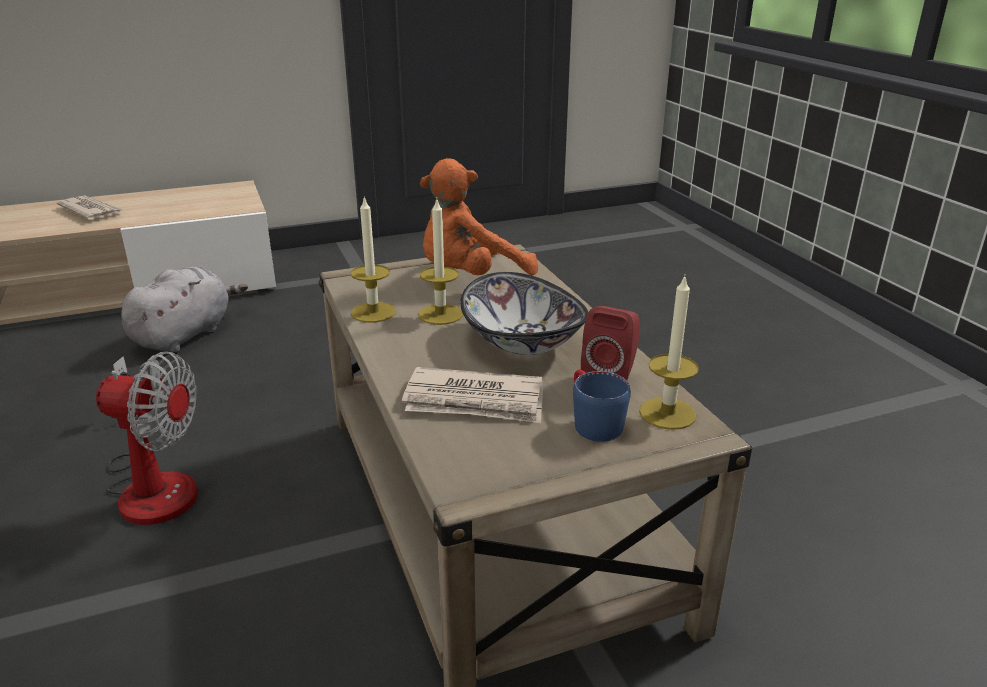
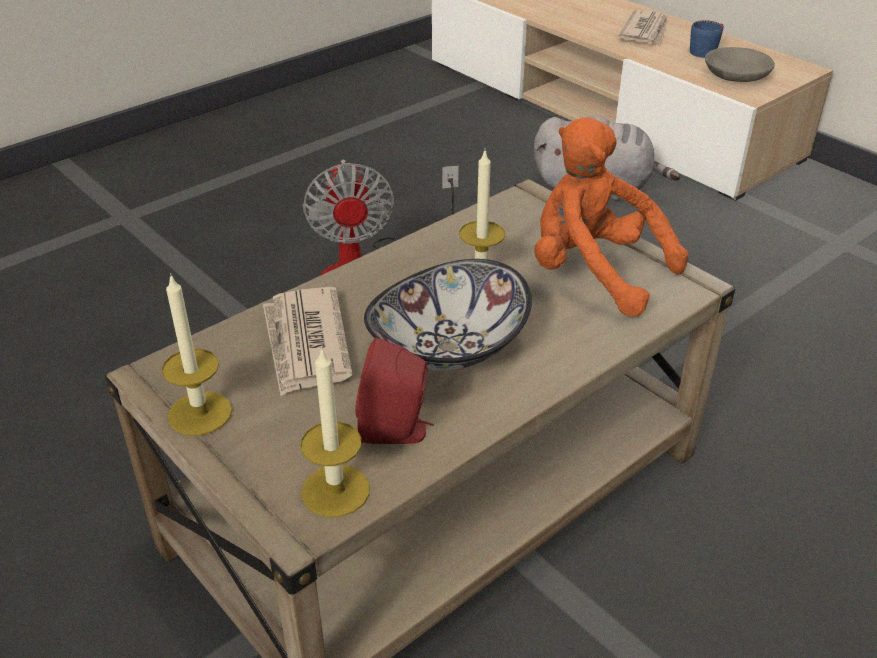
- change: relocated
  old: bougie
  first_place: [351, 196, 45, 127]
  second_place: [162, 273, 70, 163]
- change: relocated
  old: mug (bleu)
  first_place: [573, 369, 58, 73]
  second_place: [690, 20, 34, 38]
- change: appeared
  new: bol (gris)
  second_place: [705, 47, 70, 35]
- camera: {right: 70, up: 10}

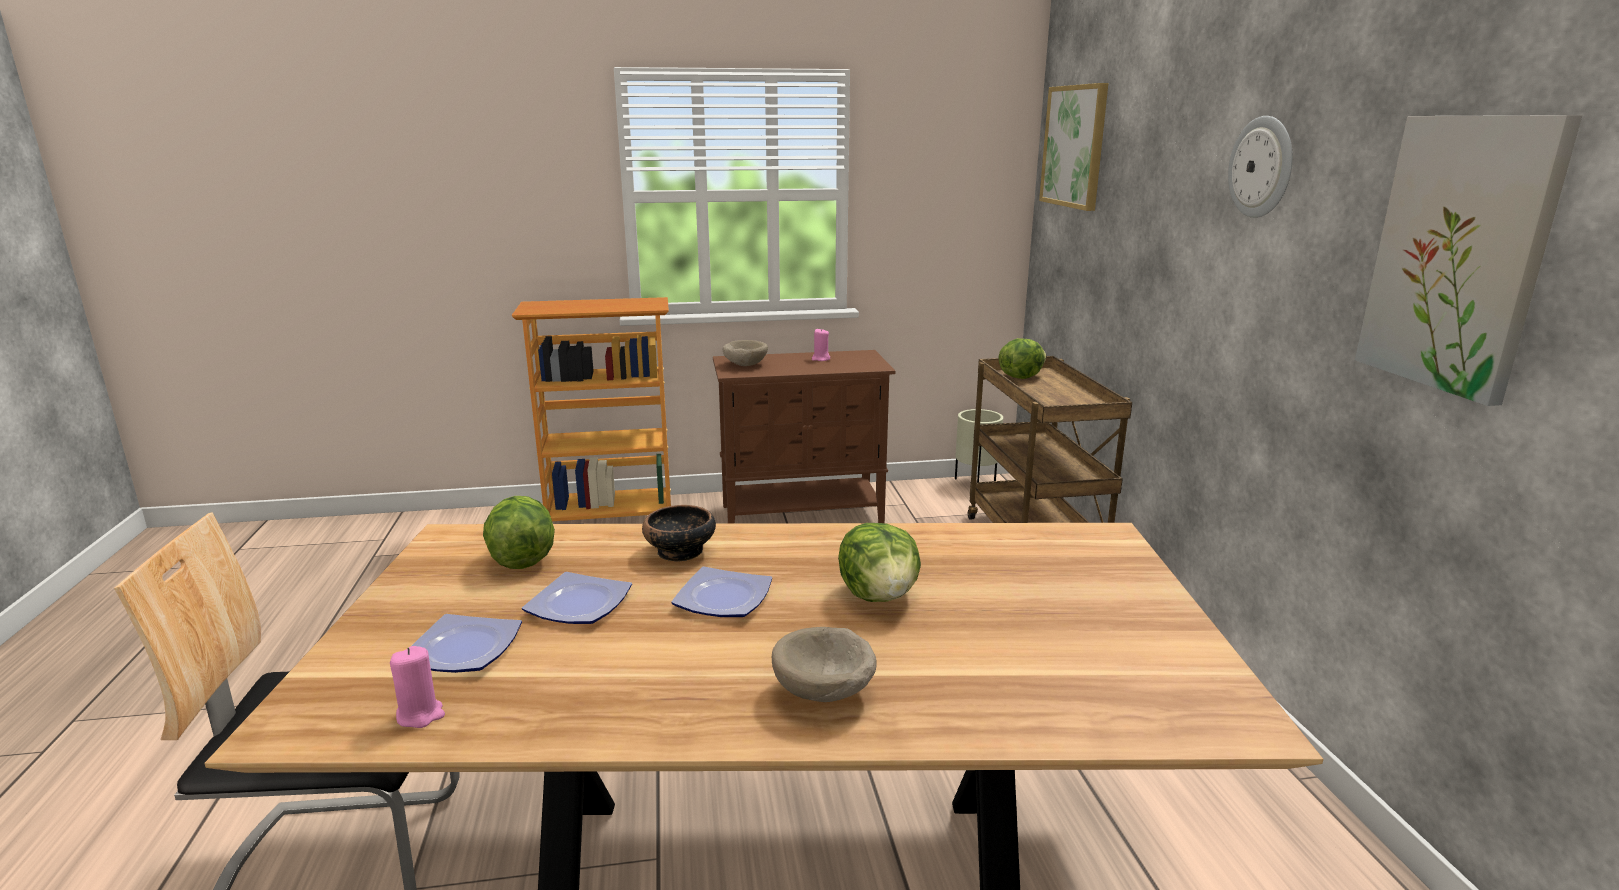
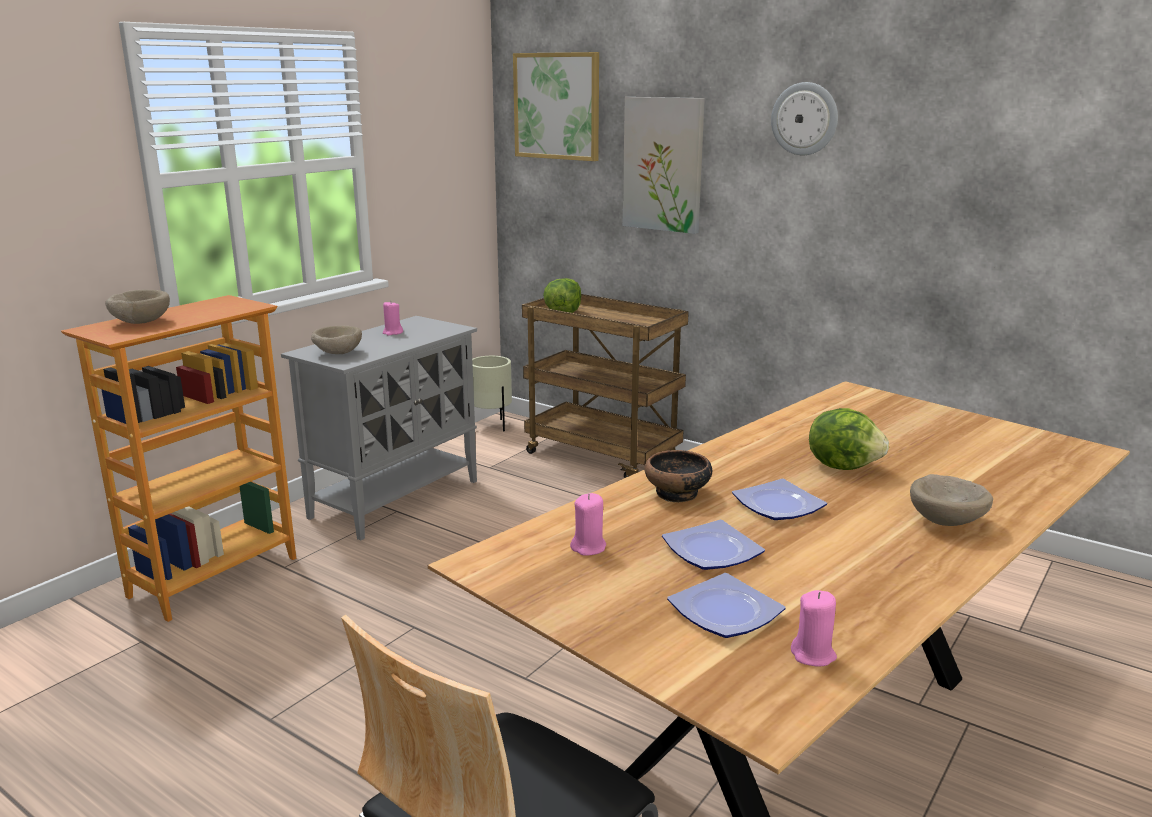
- change: exchanged
  old: laitue
  new: bougie (rose)
  first_place: [483, 496, 72, 73]
  second_place: [570, 493, 36, 63]
- change: colour
  old: meuble de rangement (marron)
  new: meuble de rangement (gris)
  first_place: [713, 350, 182, 174]
  second_place: [281, 316, 196, 224]
- change: relocated
  old: tableau
  first_place: [1355, 115, 227, 291]
  second_place: [623, 97, 82, 137]
- change: appeared
  new: bol (beige)
  second_place: [105, 290, 65, 34]
- camera: {right: -45, up: 0}

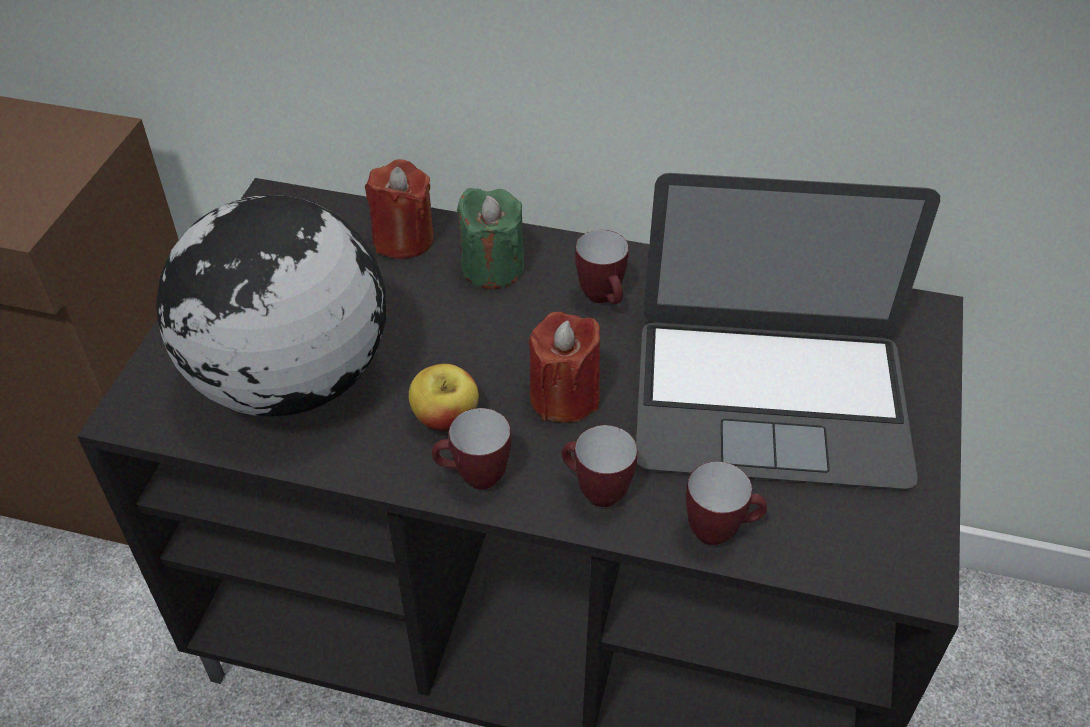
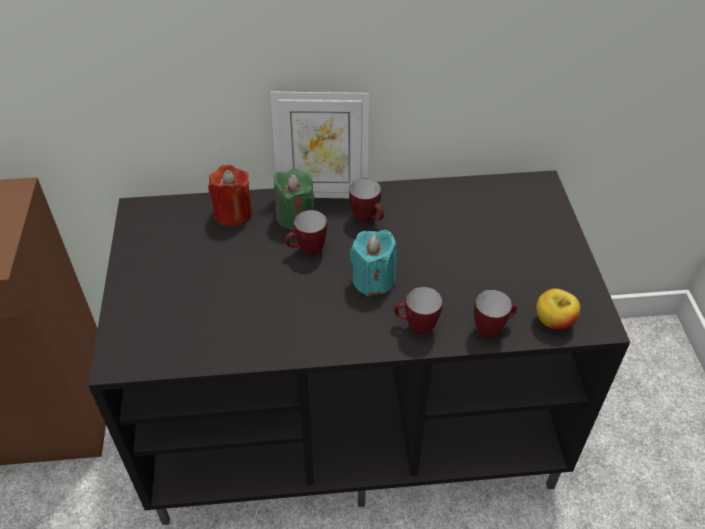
- change: missing
  old: globe
  first_place: [156, 195, 230, 221]
- change: relocated
  old: pomme
  first_place: [409, 364, 70, 68]
  second_place: [536, 289, 44, 41]
- change: relocated
  old: mug
  first_place: [432, 408, 79, 82]
  second_place: [285, 210, 42, 46]
- change: colour
  old: bougie (rouge)
  new: bougie (turquoise)
  first_place: [529, 312, 71, 110]
  second_place: [350, 230, 47, 67]
- change: missing
  old: ordinateur portable
  first_place: [636, 173, 304, 317]
- change: appeared
  new: cadre photo
  second_place: [270, 91, 99, 107]
- camera: {right: -20, up: 0}

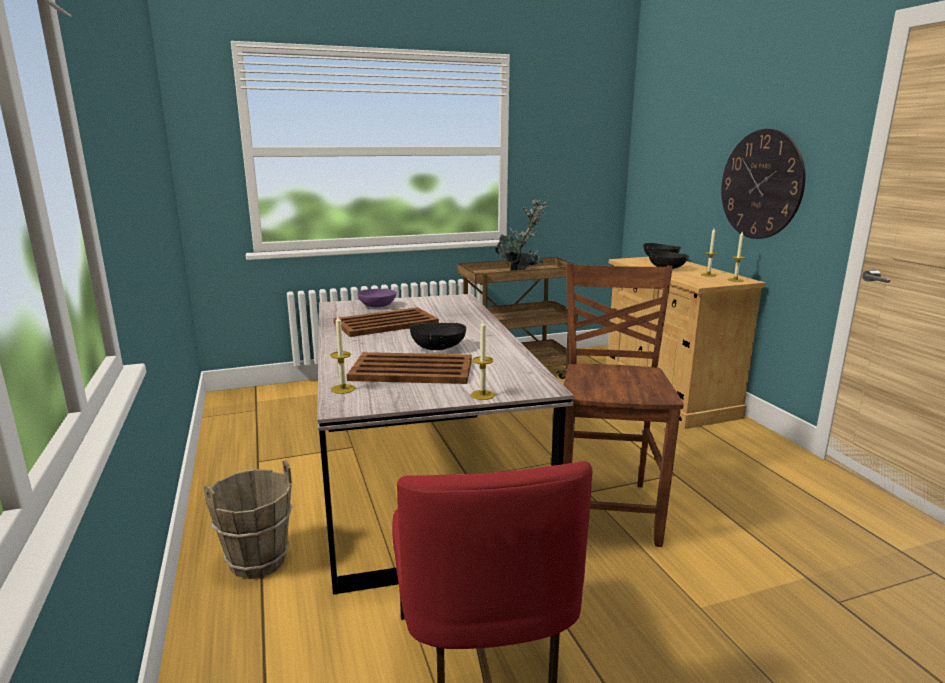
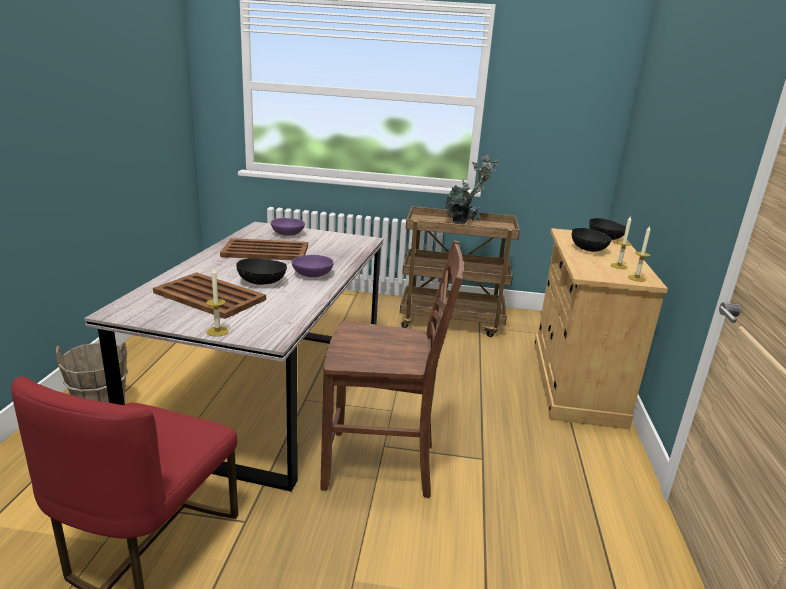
- change: missing
  old: bougie
  first_place: [330, 316, 25, 78]
- change: spun
  old: chaise (marron)
  first_place: [563, 263, 121, 284]
  second_place: [320, 241, 143, 257]
  degrees: 60
- change: missing
  old: horloge murale
  first_place: [721, 129, 84, 110]
- change: appeared
  new: bol (violet)
  second_place: [292, 255, 42, 22]
- camera: {right: 25, up: 5}

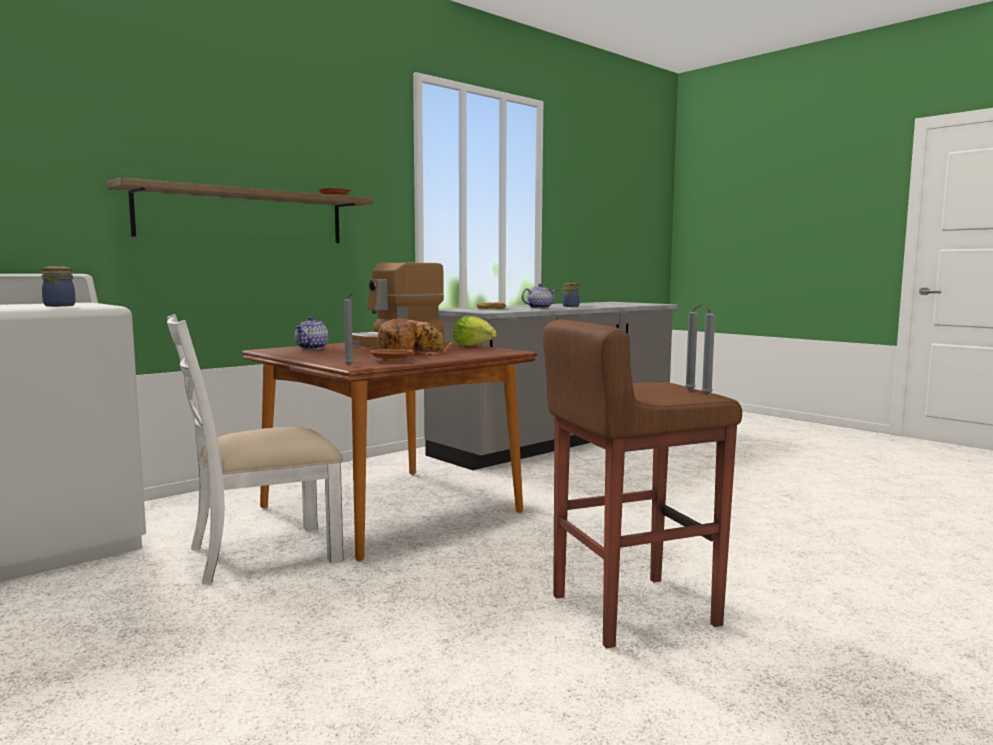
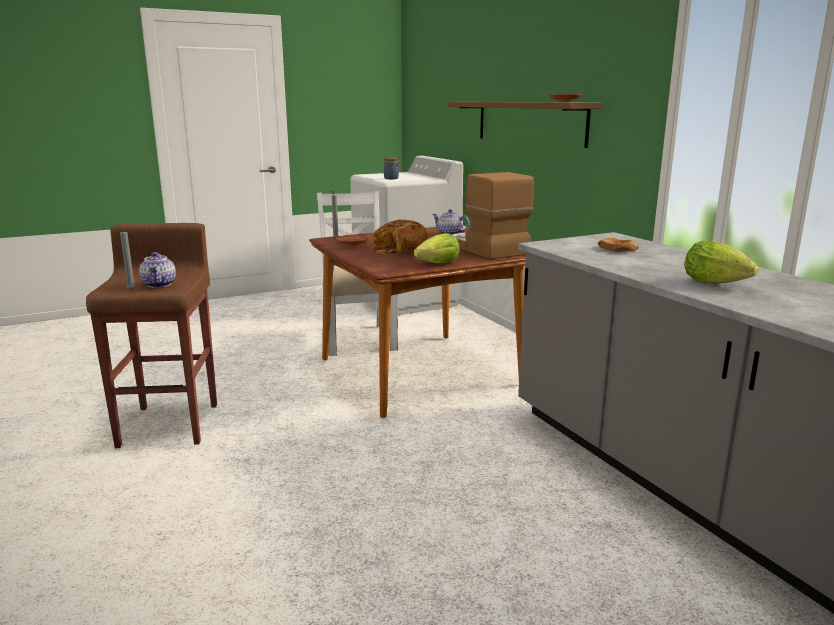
- change: relocated
  old: théière
  first_place: [522, 284, 35, 25]
  second_place: [139, 252, 37, 36]
- change: exchanged
  old: bocal
  new: laitue
  first_place: [561, 283, 19, 24]
  second_place: [684, 240, 74, 44]
- change: missing
  old: bougie (gris)
  first_place: [701, 305, 14, 90]
- camera: {right: 105, up: 10}

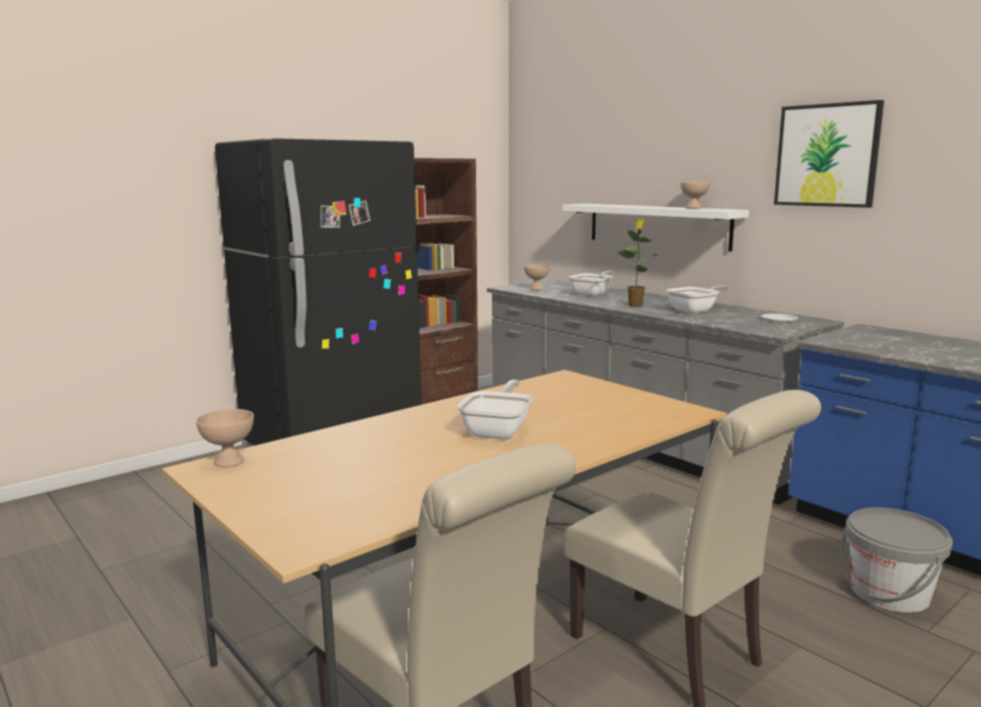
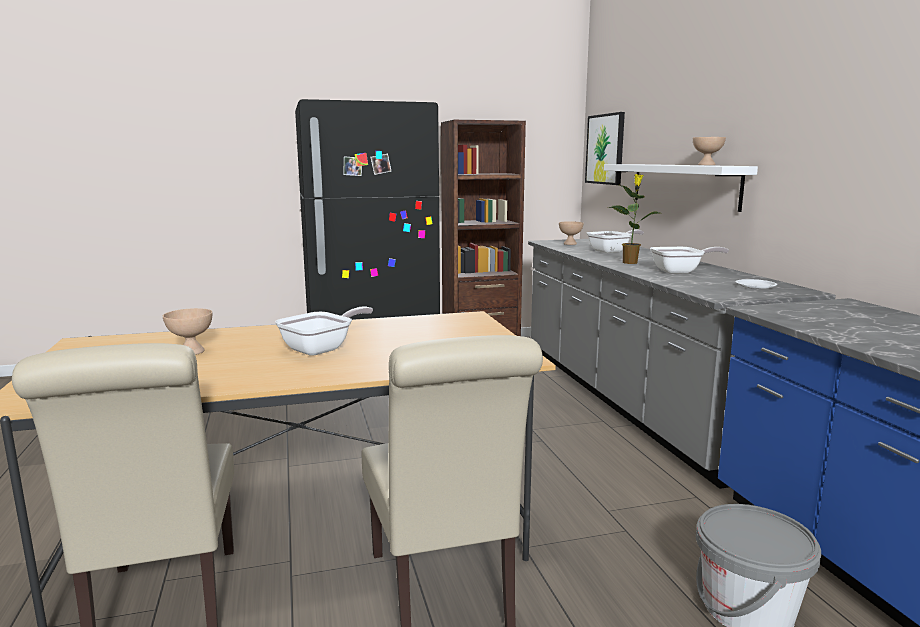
- change: relocated
  old: bol (beige)
  first_place: [196, 409, 58, 58]
  second_place: [163, 308, 49, 47]
- change: relocated
  old: tableau
  first_place: [774, 100, 110, 108]
  second_place: [585, 112, 40, 73]
- camera: {right: 25, up: 0}

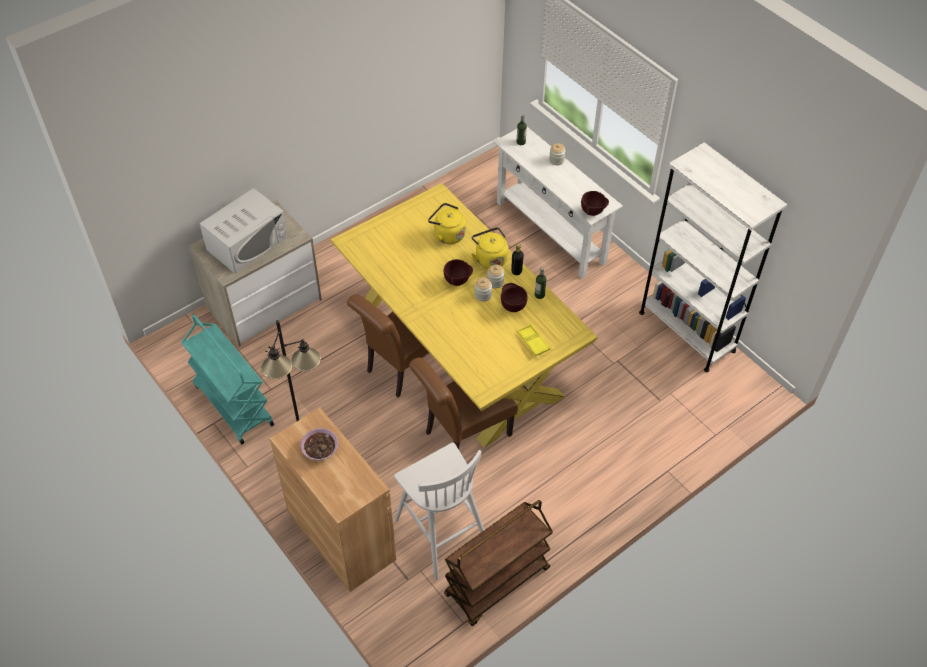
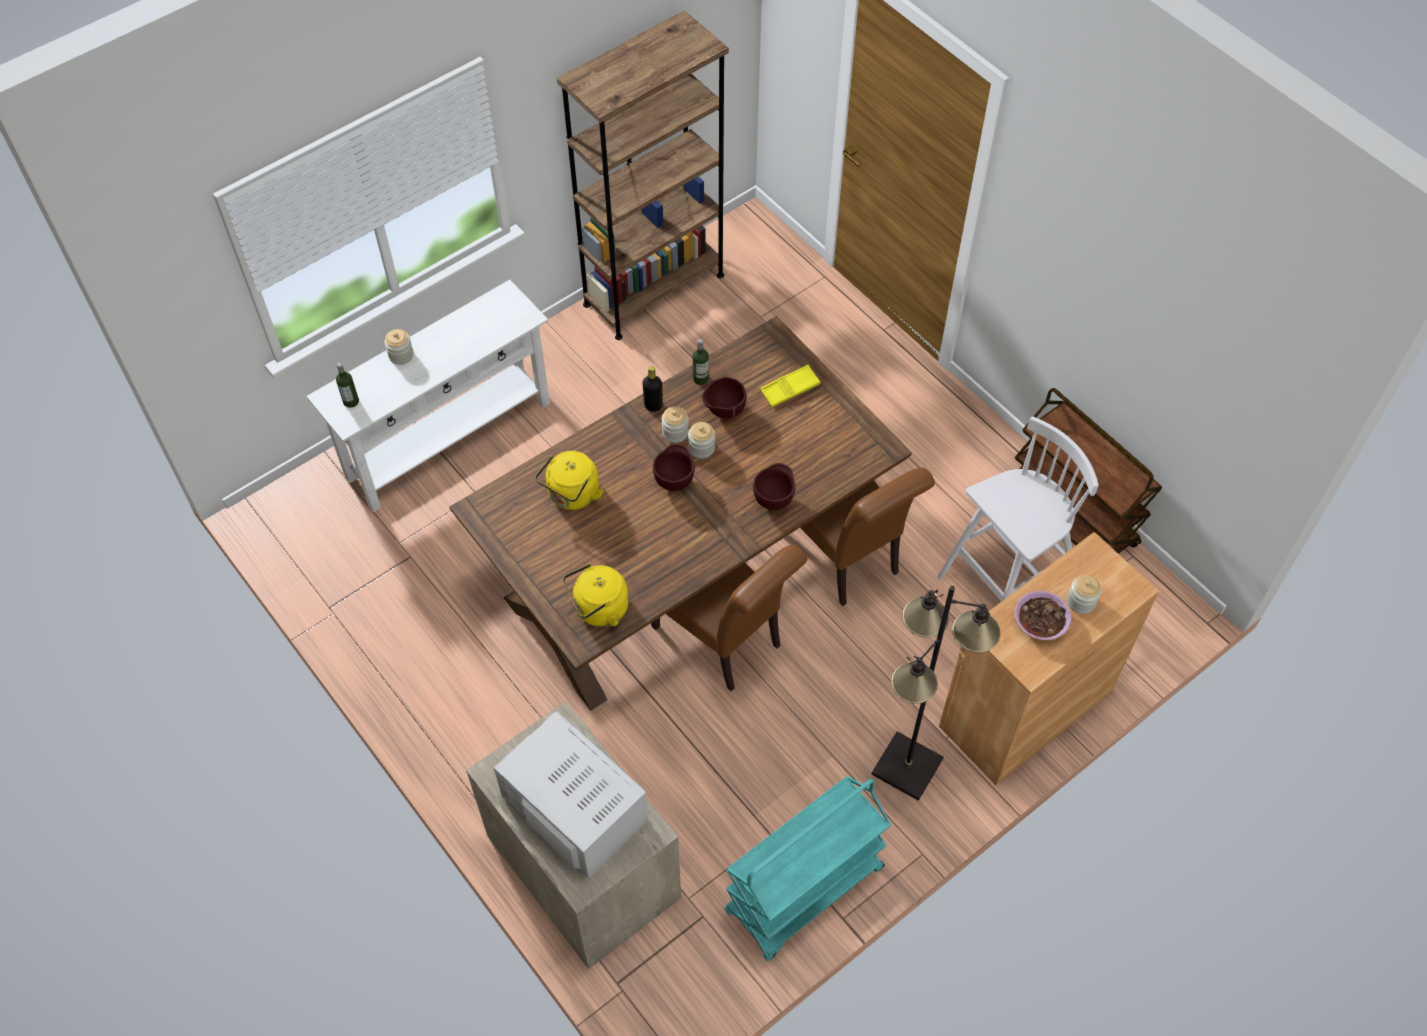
- change: colour
  old: table à manger (jaune)
  new: table à manger (marron)
  first_place: [331, 183, 267, 264]
  second_place: [450, 316, 462, 394]
- change: relocated
  old: bouilloire (jaune)
  first_place: [471, 227, 37, 42]
  second_place: [563, 564, 66, 63]
- change: relocated
  old: bol (marron)
  first_place: [581, 191, 28, 25]
  second_place: [753, 463, 42, 47]
- change: colour
  old: bibliothèque (blanc)
  new: bibliothèque (marron)
  first_place: [639, 142, 149, 230]
  second_place: [557, 11, 172, 329]
- change: appeared
  new: bocal
  second_place: [1067, 575, 34, 39]
- camera: {right: -90, up: 5}

